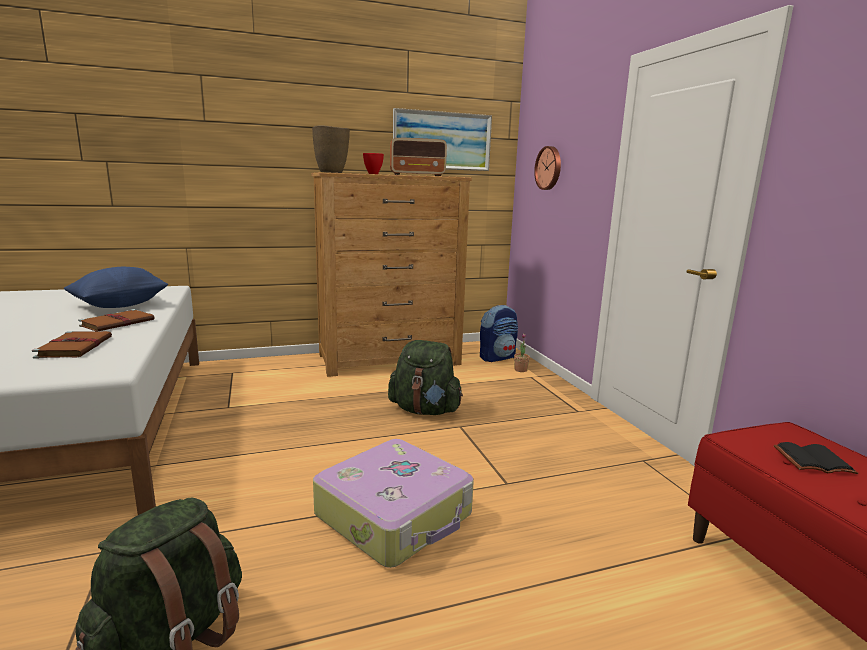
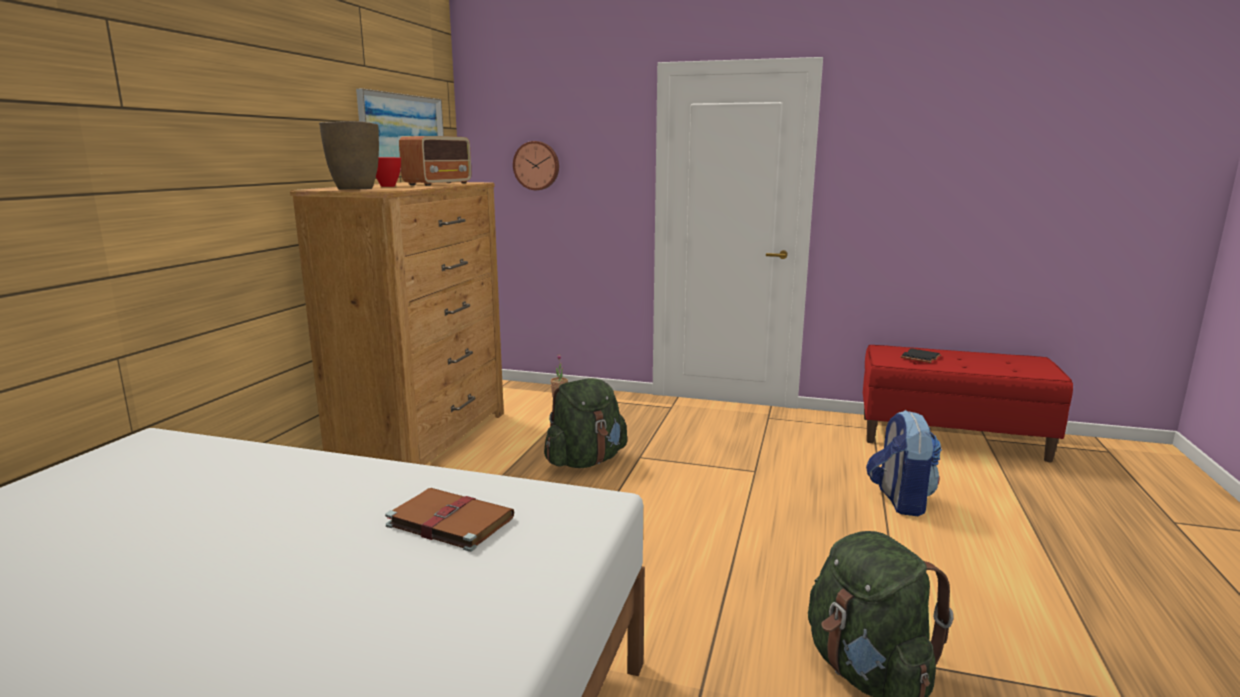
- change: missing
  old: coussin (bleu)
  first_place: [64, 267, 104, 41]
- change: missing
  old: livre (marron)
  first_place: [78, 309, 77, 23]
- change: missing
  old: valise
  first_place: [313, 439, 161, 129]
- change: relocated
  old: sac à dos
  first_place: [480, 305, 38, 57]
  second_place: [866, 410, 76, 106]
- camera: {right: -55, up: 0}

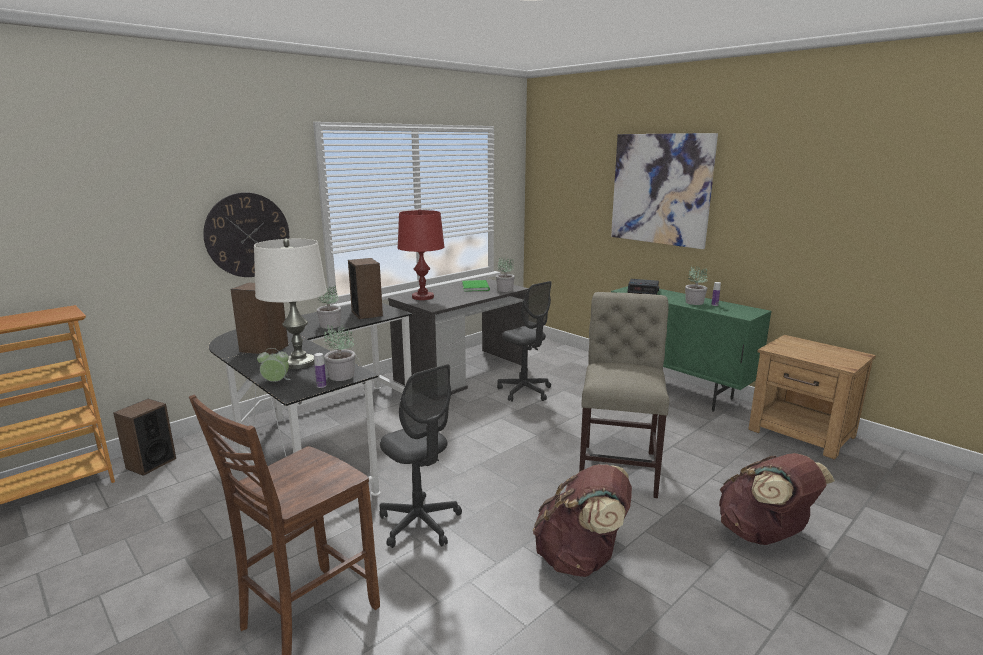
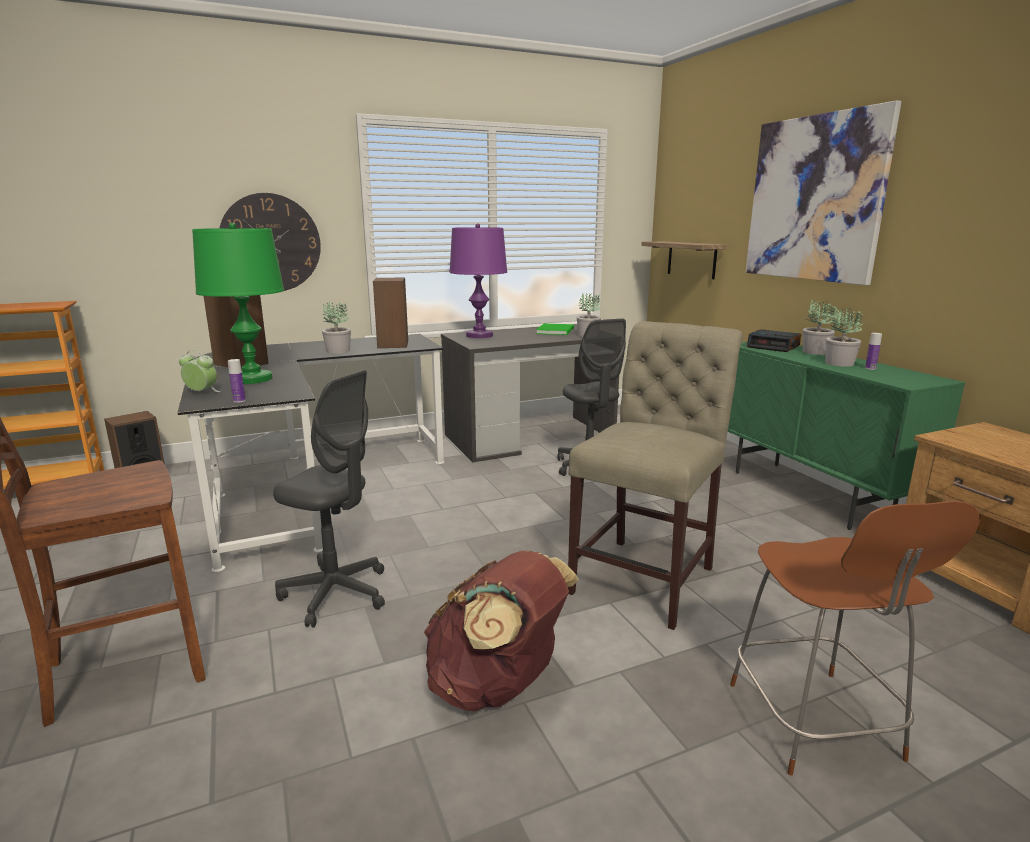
- change: colour
  old: lampe de table (blanc)
  new: lampe de table (vert)
  first_place: [254, 239, 73, 130]
  second_place: [192, 223, 92, 161]
- change: relocated
  old: plante en pot
  first_place: [324, 324, 31, 57]
  second_place: [803, 299, 33, 56]
- change: spun
  old: chaise de bureau (gris)
  first_place: [379, 364, 83, 184]
  second_place: [273, 370, 112, 257]
  degrees: -45
- change: colour
  old: lampe de table (rouge)
  new: lampe de table (violet)
  first_place: [398, 209, 47, 91]
  second_place: [449, 223, 58, 115]
- change: exchanged
  old: sac à dos (marron)
  new: chaise (marron)
  first_place: [719, 453, 116, 92]
  second_place: [730, 501, 250, 274]
- change: appeared
  new: étagère
  second_place: [641, 241, 86, 38]
- camera: {right: 20, up: 0}

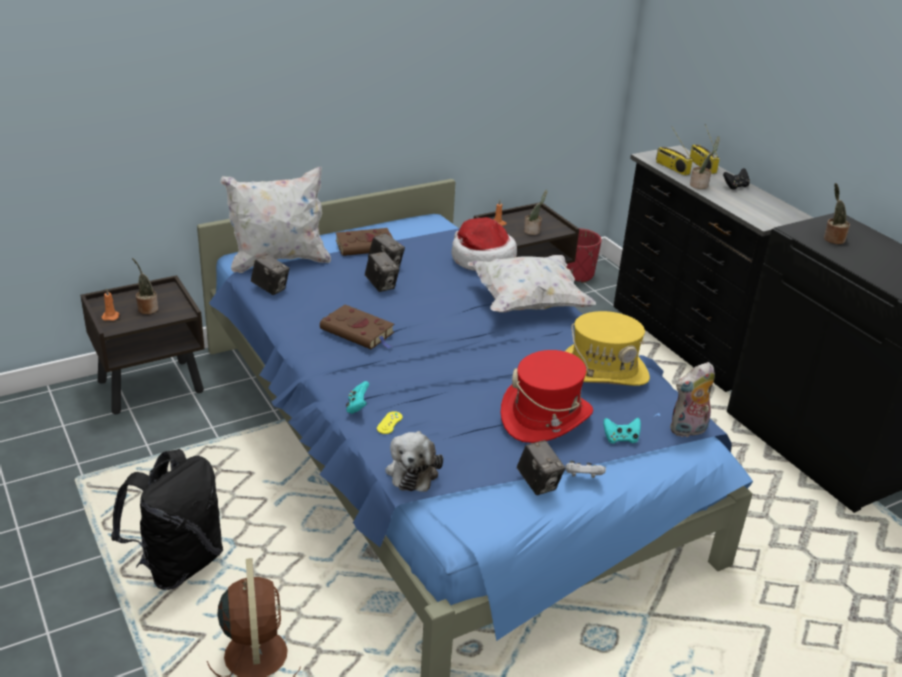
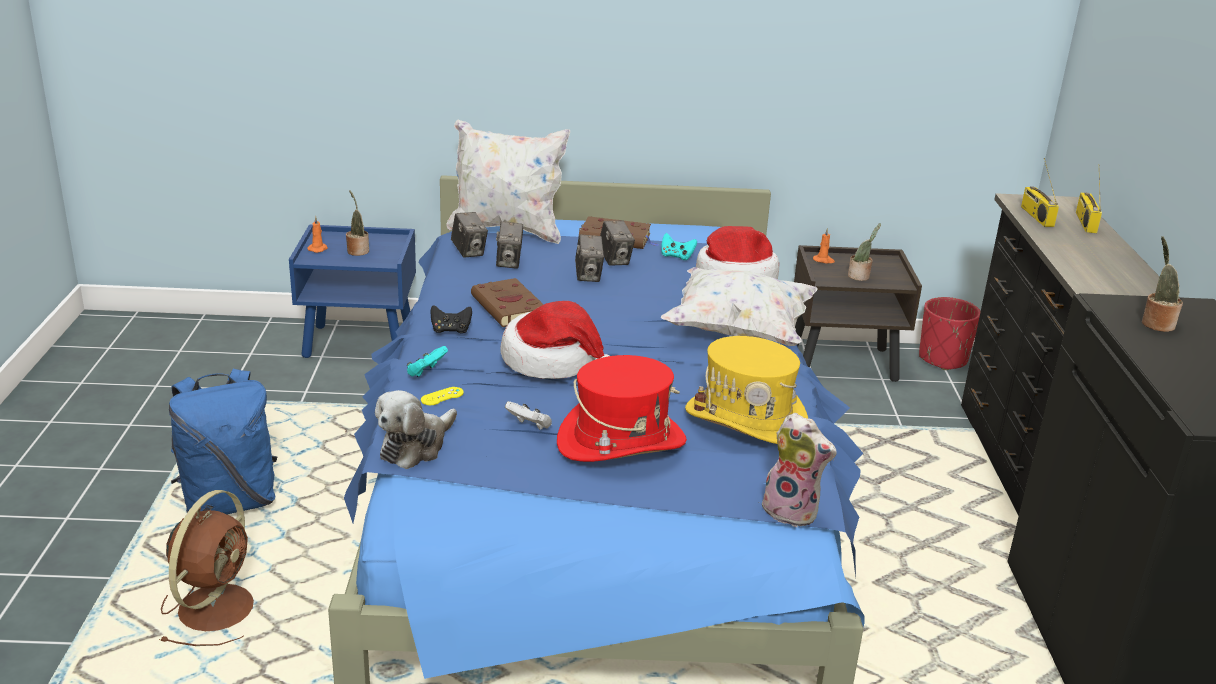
- change: colour
  old: table de chevet (marron)
  new: table de chevet (bleu)
  first_place: [80, 275, 125, 139]
  second_place: [289, 225, 127, 133]
- change: colour
  old: sac à dos (noir)
  new: sac à dos (bleu)
  first_place: [111, 449, 112, 141]
  second_place: [169, 369, 109, 145]
- change: relocated
  old: appareil photo
  first_place: [517, 440, 48, 55]
  second_place: [496, 221, 27, 48]
- change: relocated
  old: manette (blanc)
  first_place: [565, 461, 41, 17]
  second_place: [505, 401, 47, 29]
- change: relocated
  old: manette (turquoise)
  first_place: [603, 418, 38, 26]
  second_place: [661, 233, 36, 27]
- change: spun
  old: peluche
  first_place: [670, 362, 45, 75]
  second_place: [759, 413, 78, 114]
  degrees: -150
- change: missing
  old: plante en pot
  first_place: [690, 136, 30, 53]
- change: relocated
  old: manette (noir)
  first_place: [723, 168, 27, 22]
  second_place: [430, 305, 42, 29]
- change: appeared
  new: chapeau
  second_place: [500, 301, 110, 78]
- camera: {right: 30, up: -5}

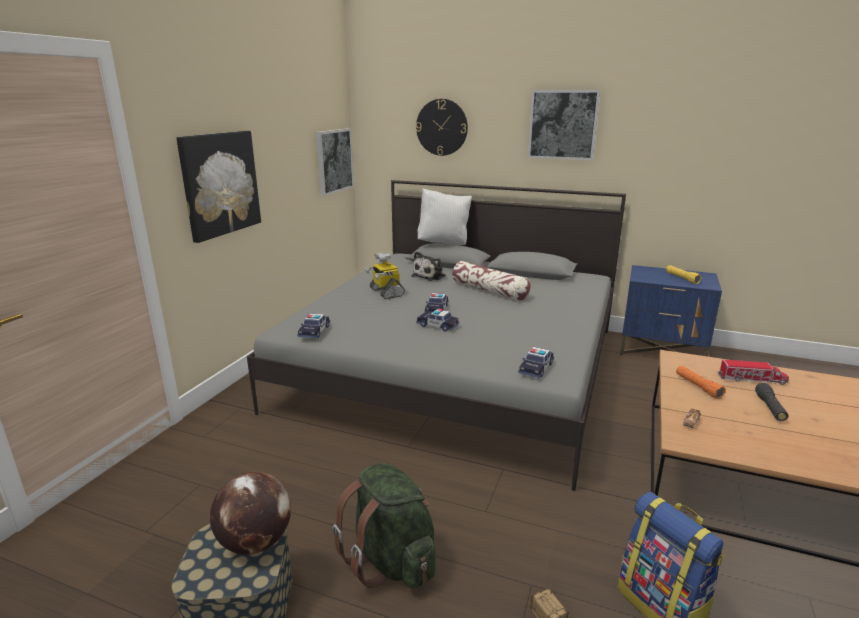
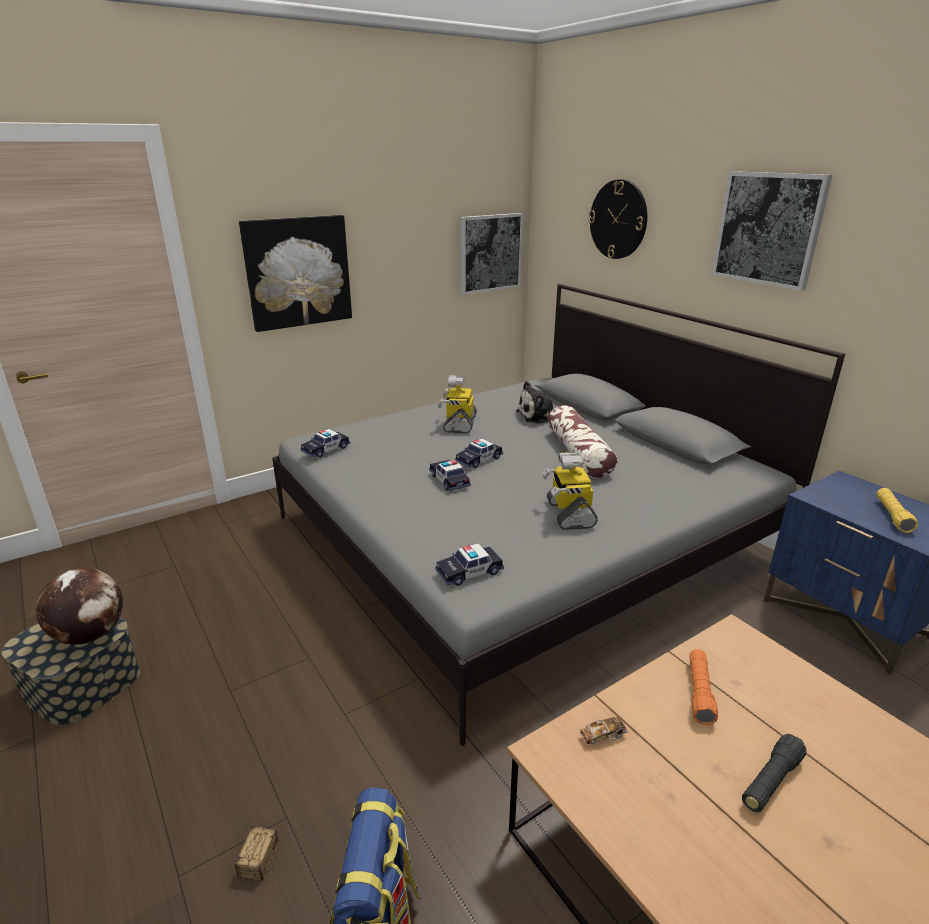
- change: missing
  old: sac à dos (vert)
  first_place: [333, 463, 103, 126]
- change: missing
  old: coussin (blanc)
  first_place: [418, 188, 54, 57]
- change: missing
  old: camion jouet
  first_place: [718, 360, 71, 25]
- change: appeared
  new: robot jouet
  second_place: [542, 453, 56, 77]
- camera: {right: 35, up: 5}

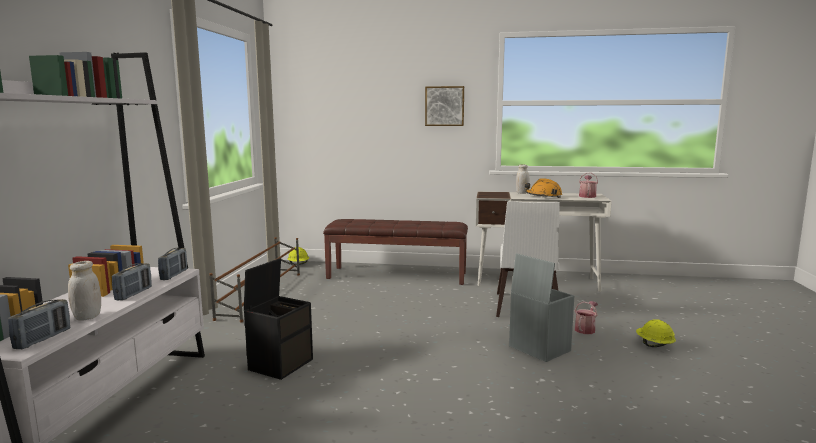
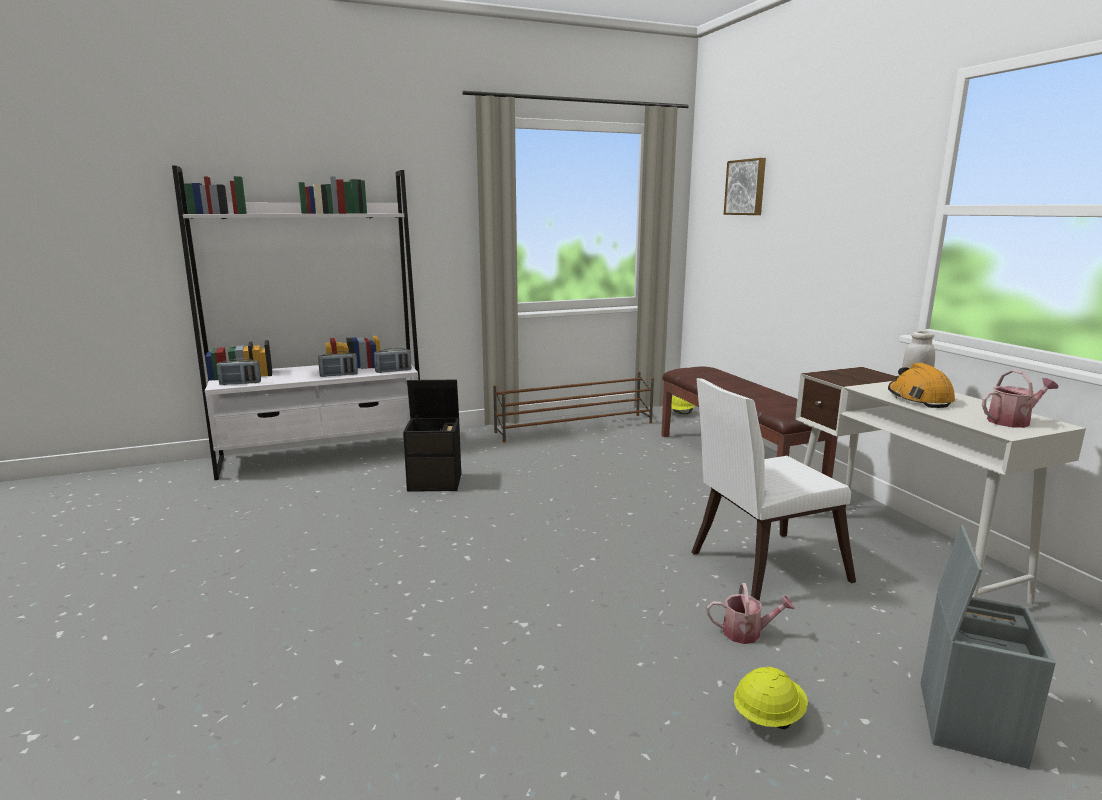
- change: missing
  old: bocal (blanc)
  first_place: [68, 261, 33, 59]
- change: relocated
  old: tableau
  first_place: [425, 86, 39, 40]
  second_place: [724, 158, 42, 57]
- change: relocated
  old: boîte de rangement (gris)
  first_place: [509, 253, 65, 109]
  second_place: [920, 525, 136, 244]
- camera: {right: 60, up: 5}

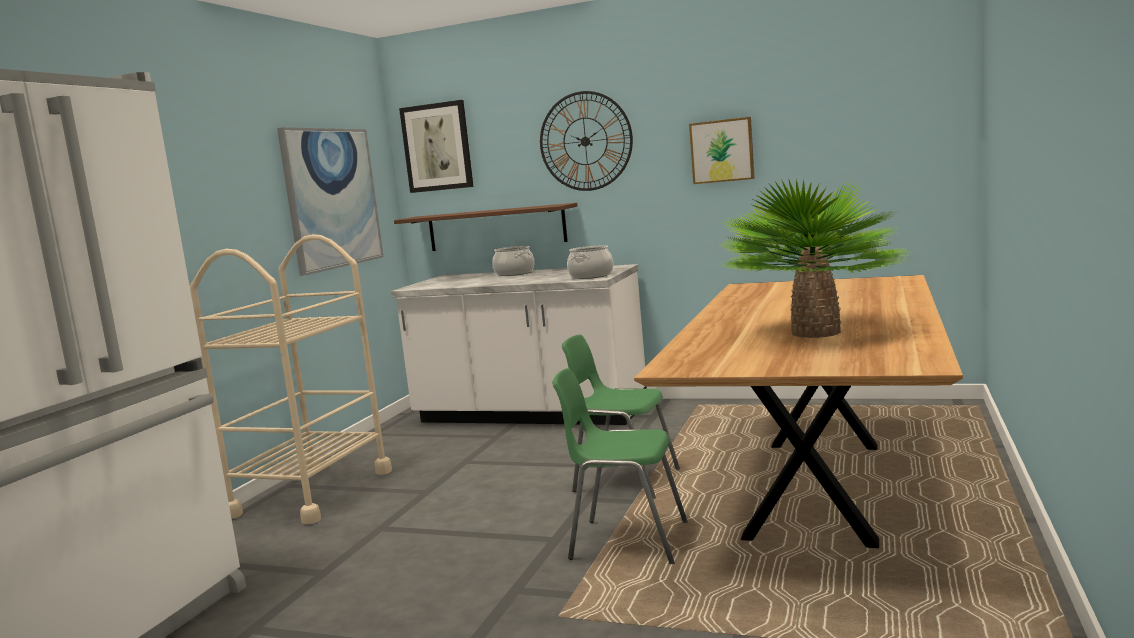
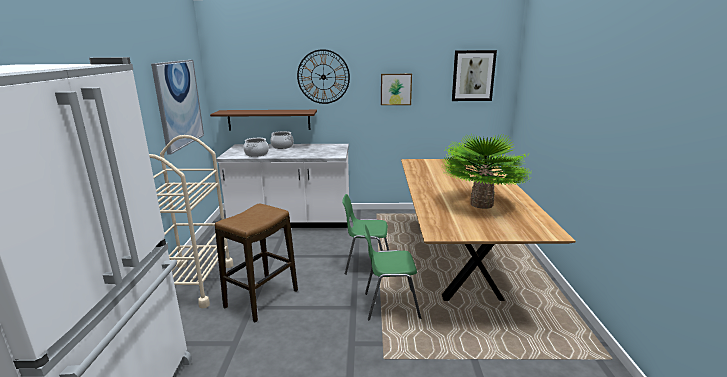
- change: relocated
  old: tableau
  first_place: [399, 100, 75, 93]
  second_place: [452, 50, 45, 51]
- change: relocated
  old: marmite
  first_place: [567, 245, 46, 34]
  second_place: [244, 138, 25, 19]
- change: appeared
  new: tabouret
  second_place: [215, 203, 83, 119]
- camera: {right: -20, up: 10}

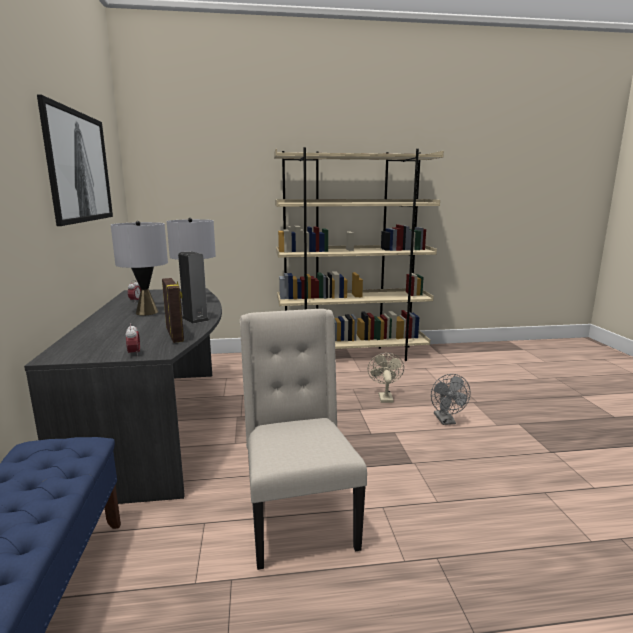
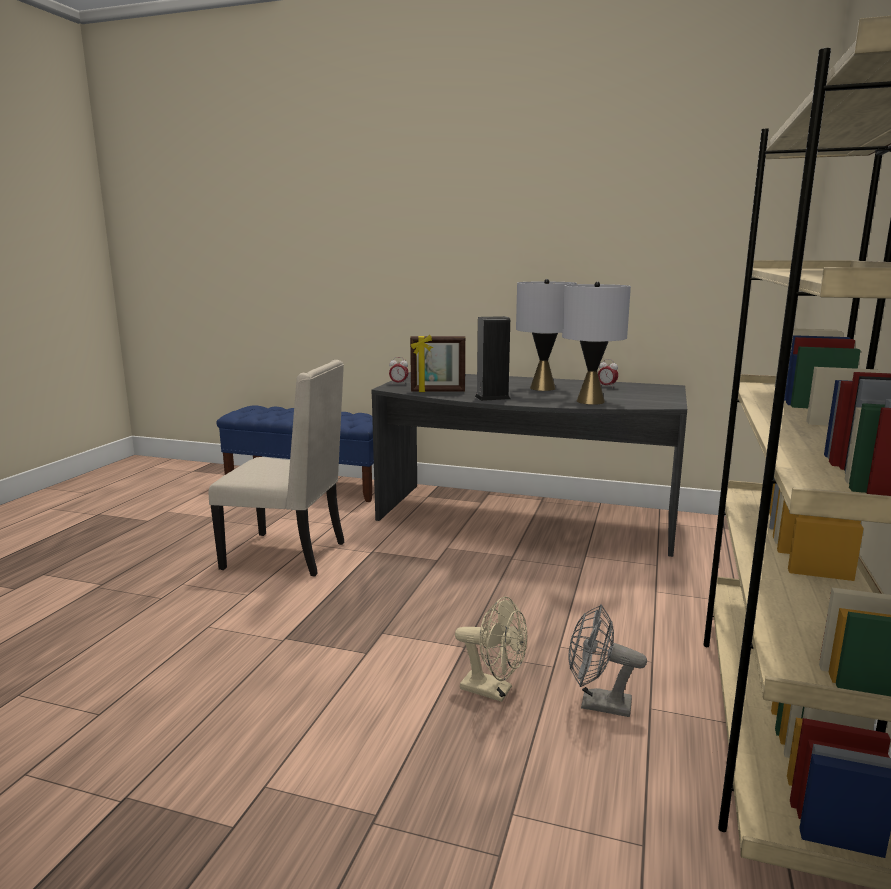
- change: missing
  old: tableau
  first_place: [37, 94, 76, 132]
- change: relocated
  old: ventilateur (gris)
  first_place: [431, 374, 40, 51]
  second_place: [569, 604, 78, 113]
- camera: {right: 115, up: 0}

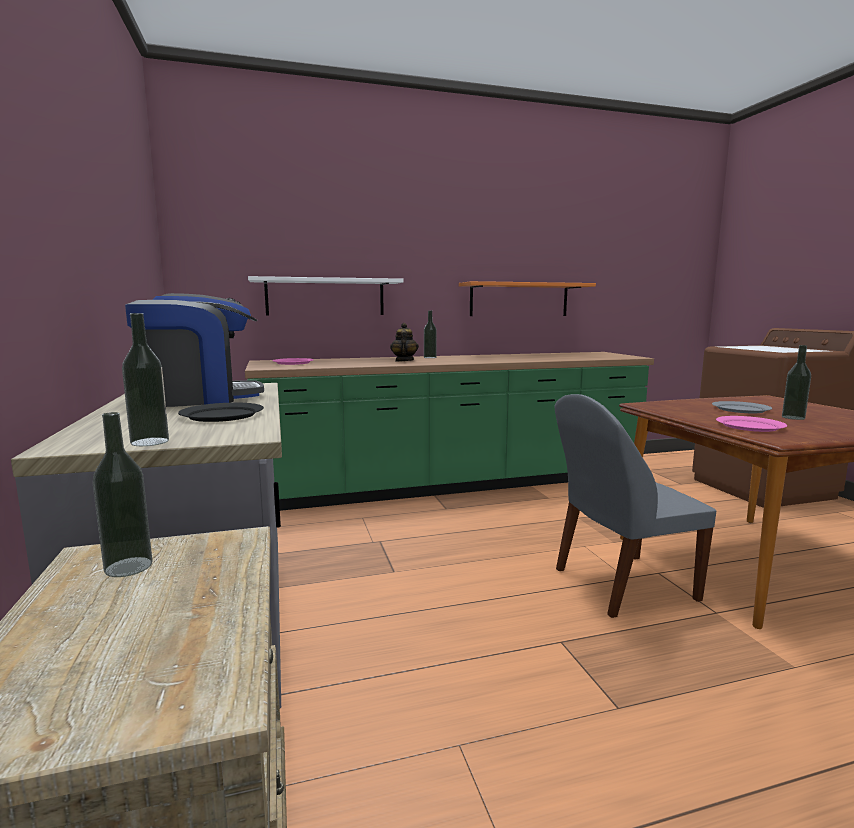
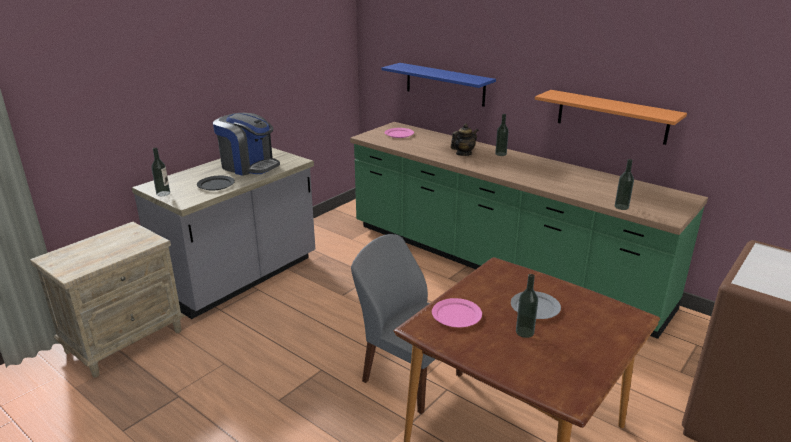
- change: relocated
  old: bouteille
  first_place: [92, 412, 60, 165]
  second_place: [615, 159, 19, 51]
- change: colour
  old: étagère (blanc)
  new: étagère (bleu)
  first_place: [248, 276, 156, 39]
  second_place: [382, 63, 114, 44]
- camera: {right: 55, up: 15}

